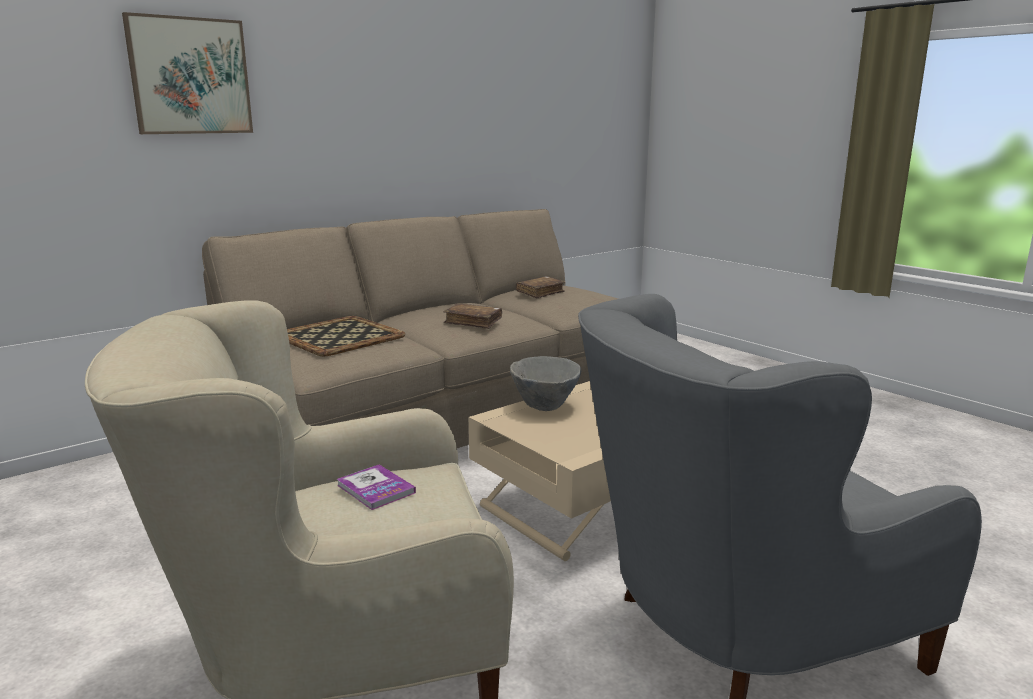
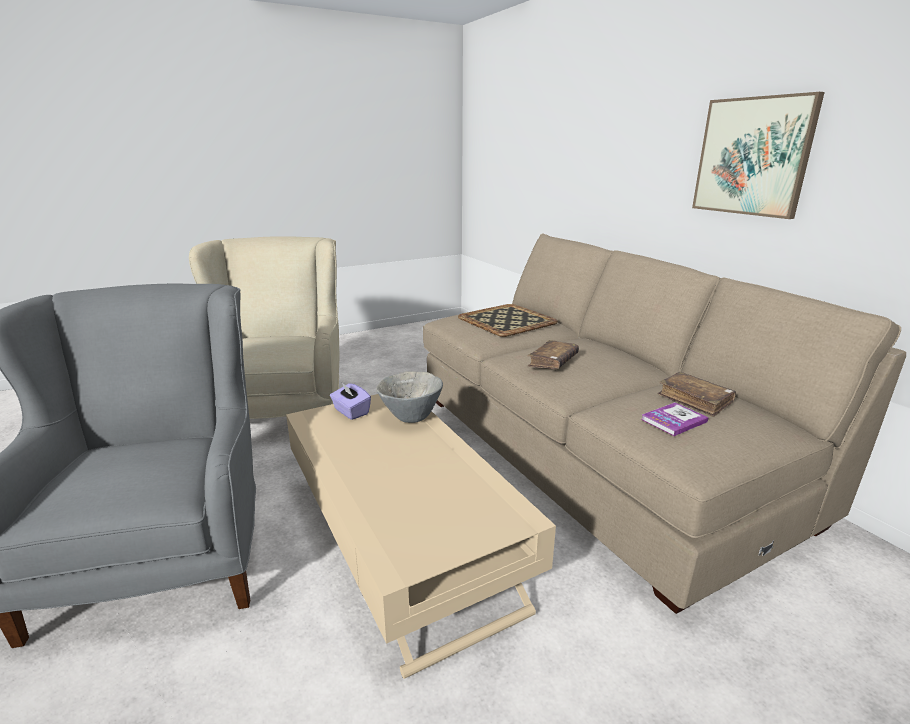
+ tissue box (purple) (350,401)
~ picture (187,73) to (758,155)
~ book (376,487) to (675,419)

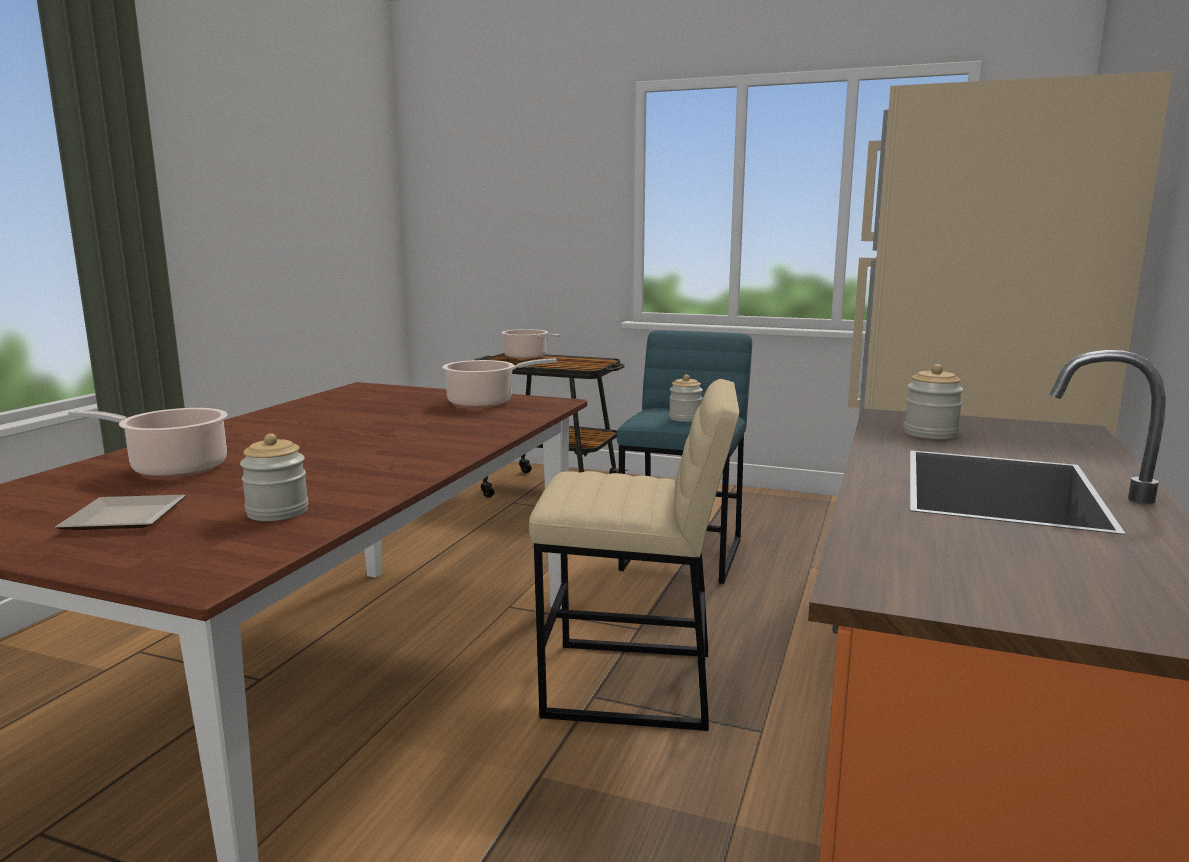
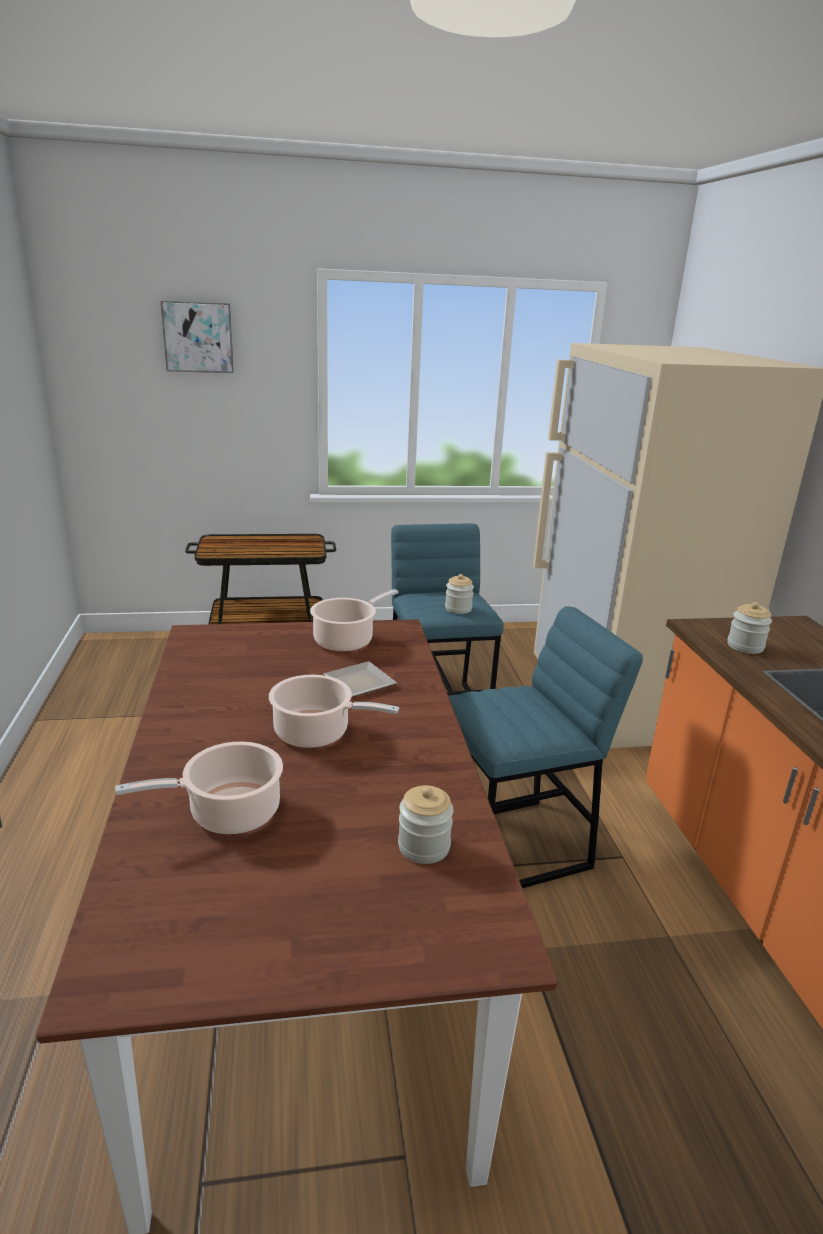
+ picture (197,337)
~ plate (121,512) to (360,679)
~ cooking pot (531,344) to (334,711)
~ stool (beige) (634,555) to stool (blue) (546,747)

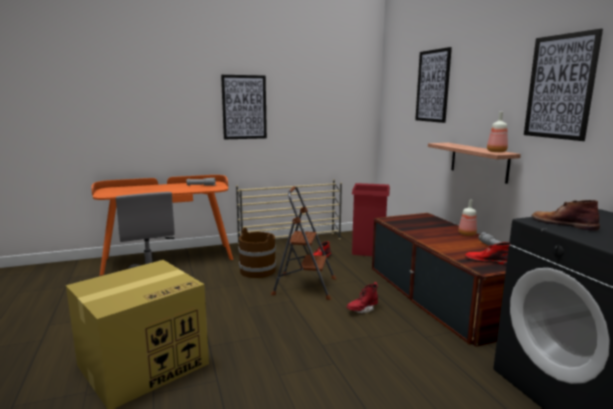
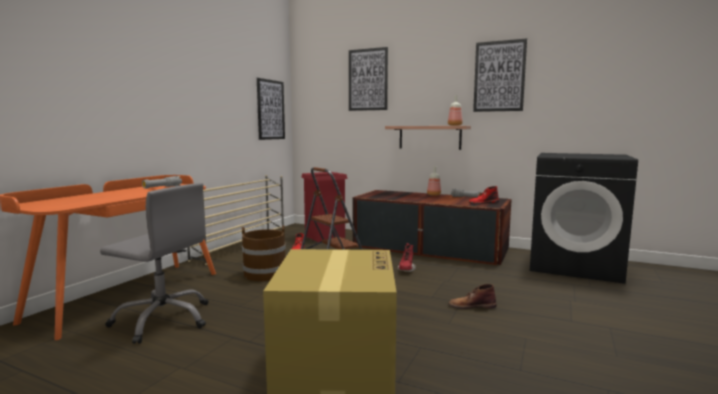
~ picture (244,107) to (271,109)
~ boot (brown) (566,215) to (472,296)

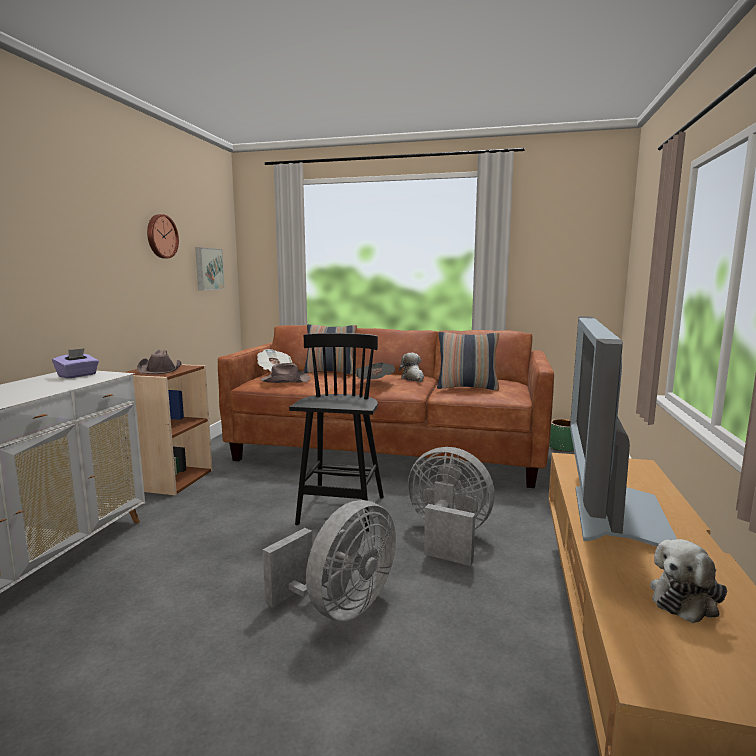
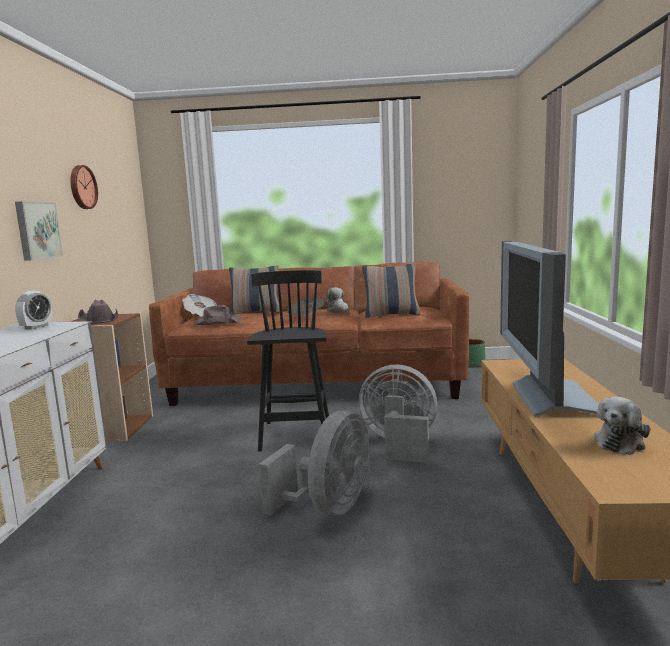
~ picture (210,268) to (39,231)
~ tissue box (purple) (75,363) to alarm clock (33,310)

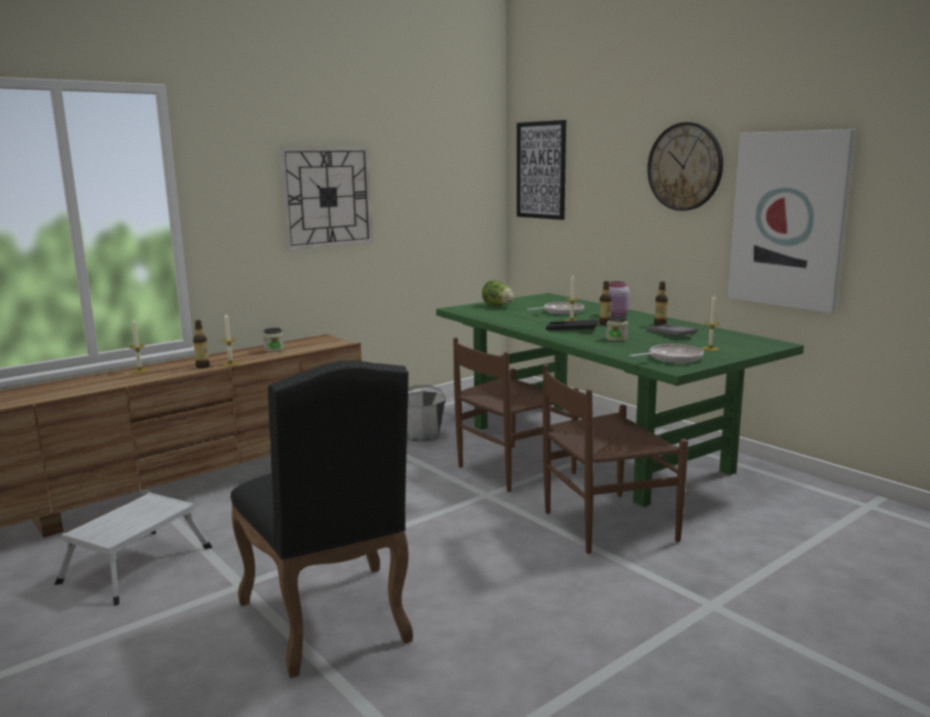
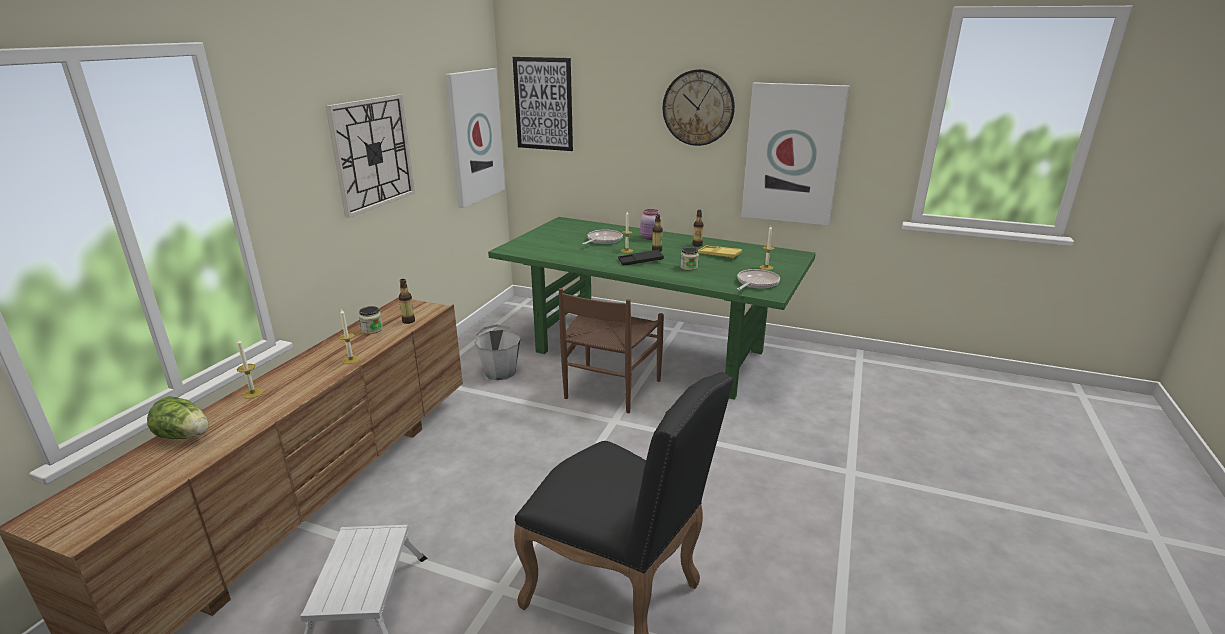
- chair (brown) (615,459)
+ picture (475,138)
~ bottle (201,344) to (407,301)
~ lettuce (498,293) to (178,417)
~ tray (grey) (672,330) to tray (yellow) (719,251)

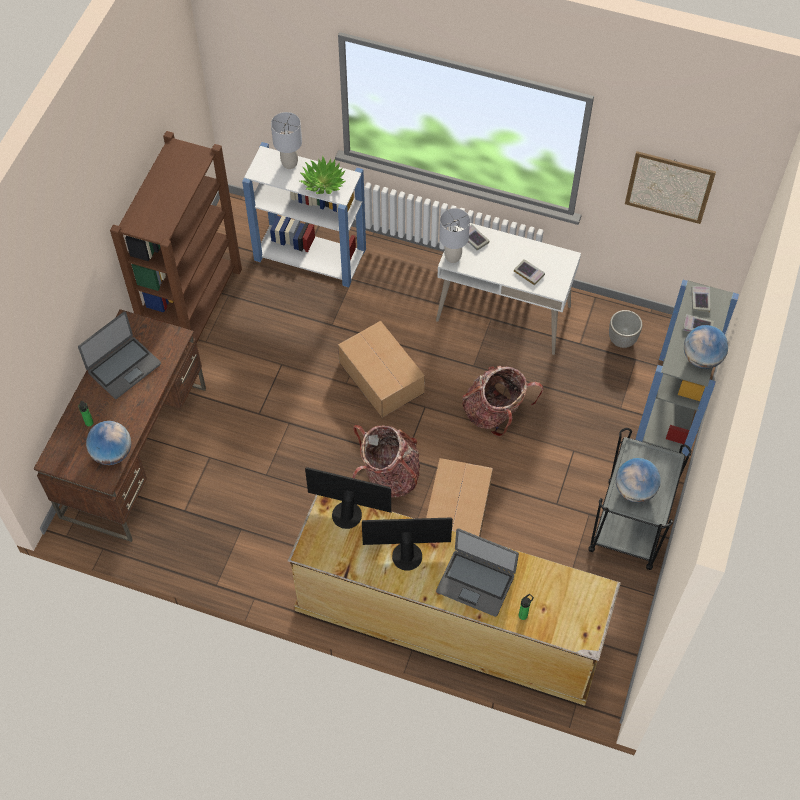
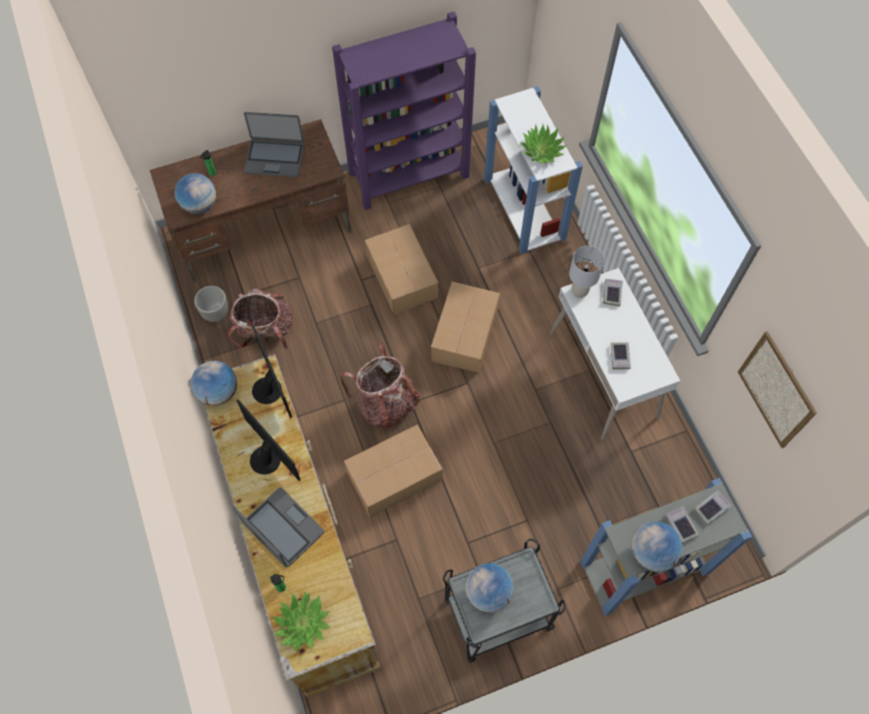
- table lamp (grey) (286,140)
+ globe (214,383)
+ potted plant (301,622)
+ cardboard box (401,269)
~ backpack (502,401) to (260,318)
~ planter (625,329) to (211,304)
~ bookcase (brown) (176,237) to bookcase (purple) (404,111)
~ laptop (477,572) = (278,527) 150 degrees clockwise

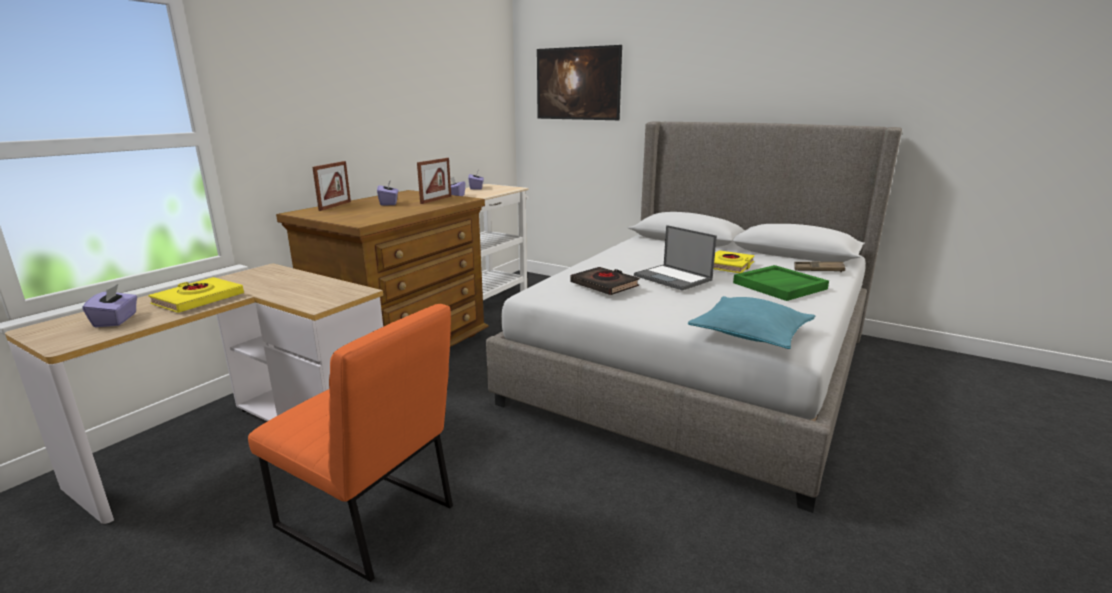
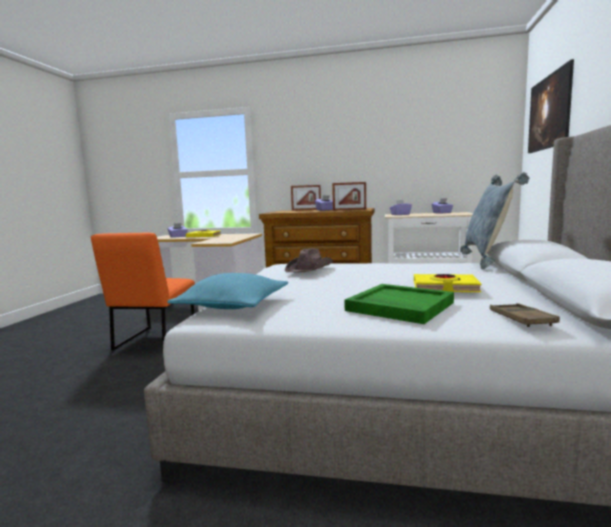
- laptop (675,258)
+ pillow (495,221)
~ book (black) (604,281) to hat (brown) (308,260)

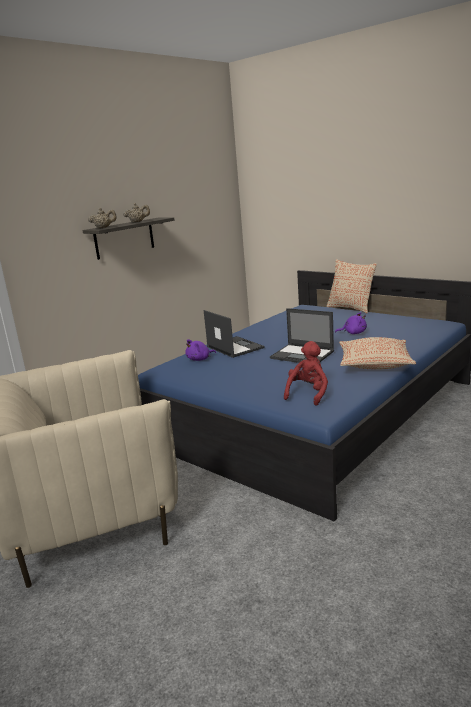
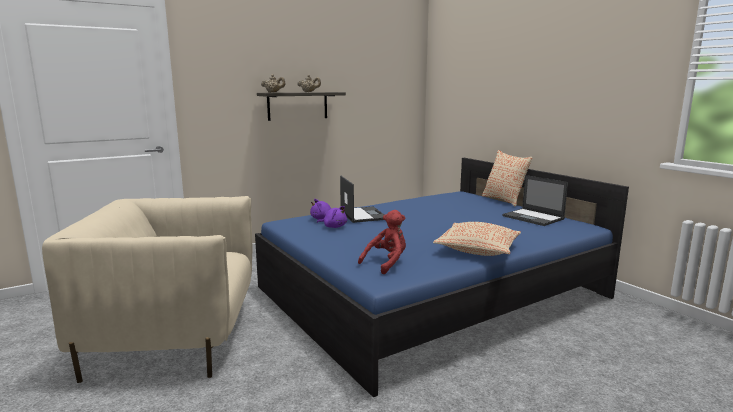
~ laptop (302,335) to (535,200)
~ plush toy (purple) (351,323) to (332,217)

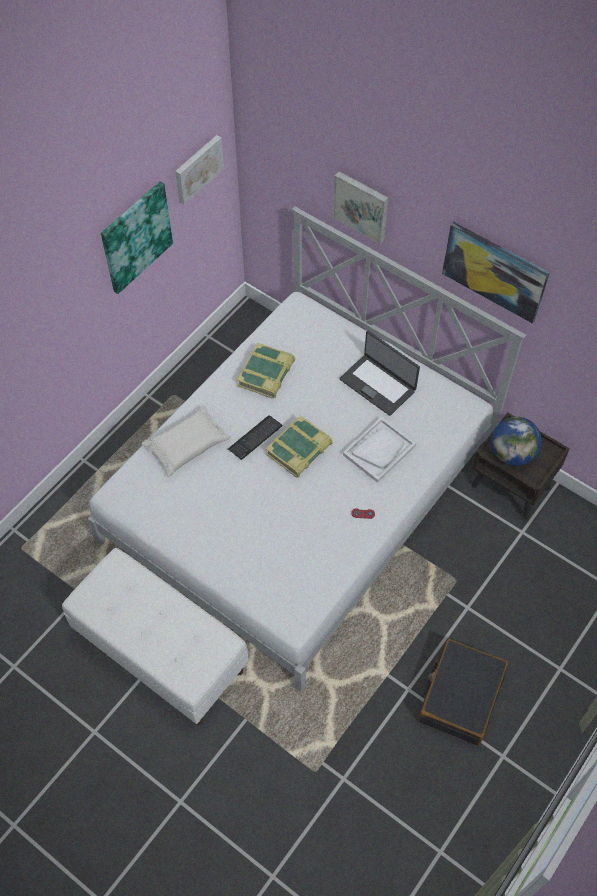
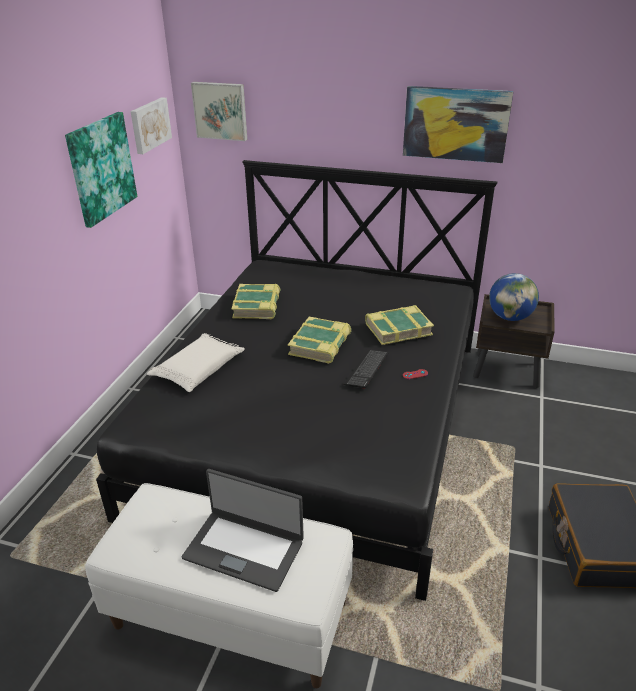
~ keyboard (255,437) to (366,369)
~ picture (361,207) to (219,111)
~ laptop (379,373) to (243,530)
~ tray (white) (379,450) to book (399,325)
~ bed (white) (307,449) to bed (black) (296,380)

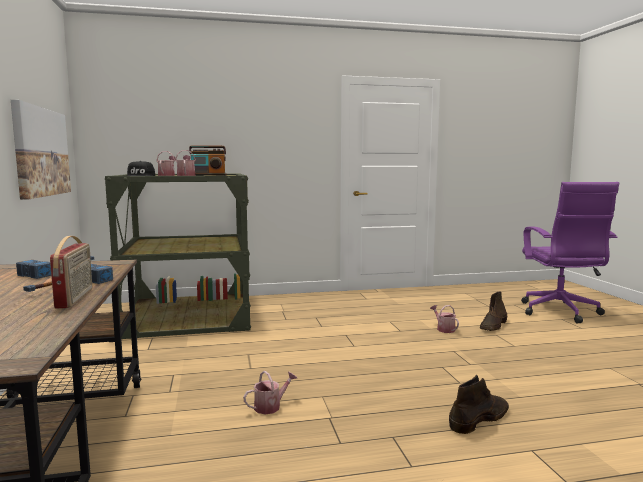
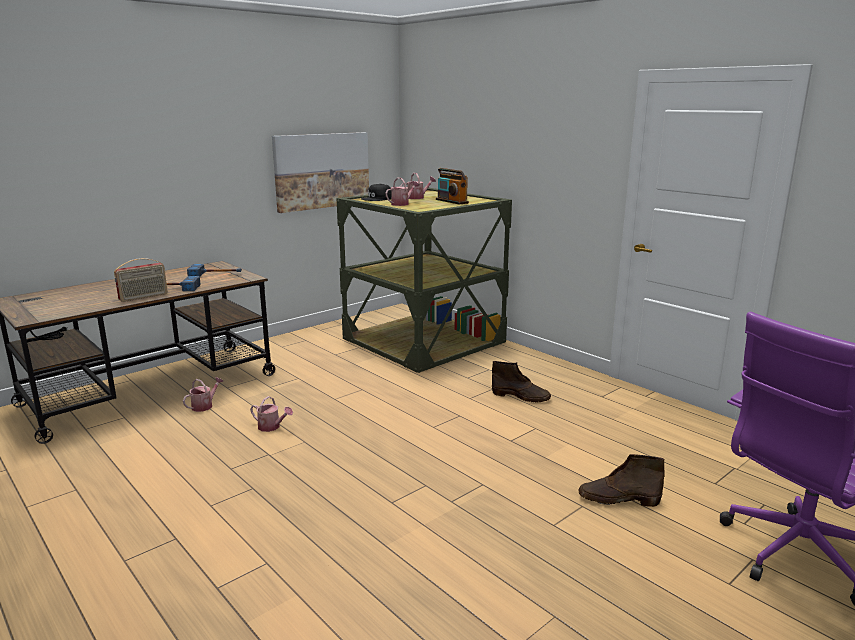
~ watering can (444,319) to (203,394)
~ boot (brown) (479,404) to (521,381)

